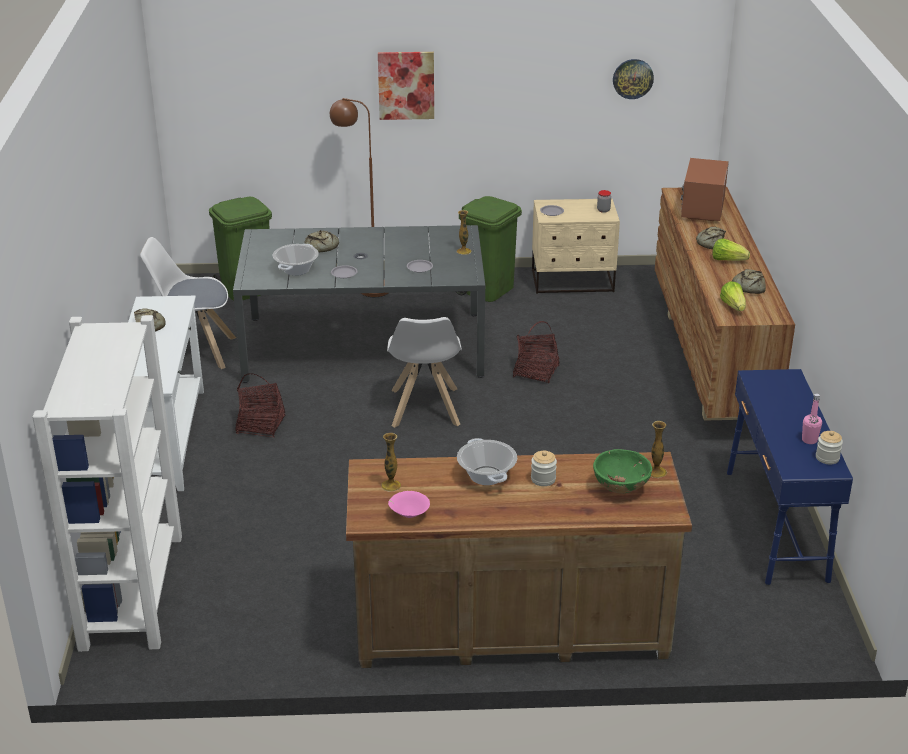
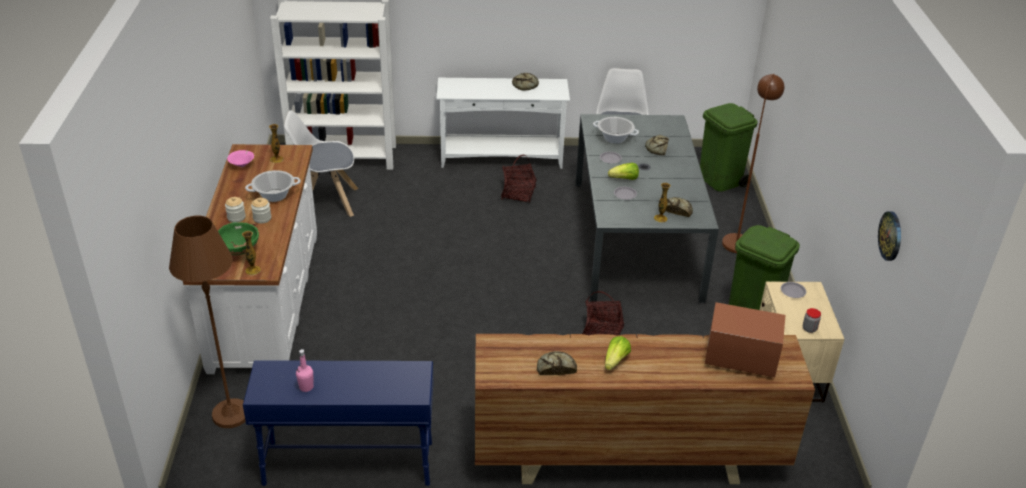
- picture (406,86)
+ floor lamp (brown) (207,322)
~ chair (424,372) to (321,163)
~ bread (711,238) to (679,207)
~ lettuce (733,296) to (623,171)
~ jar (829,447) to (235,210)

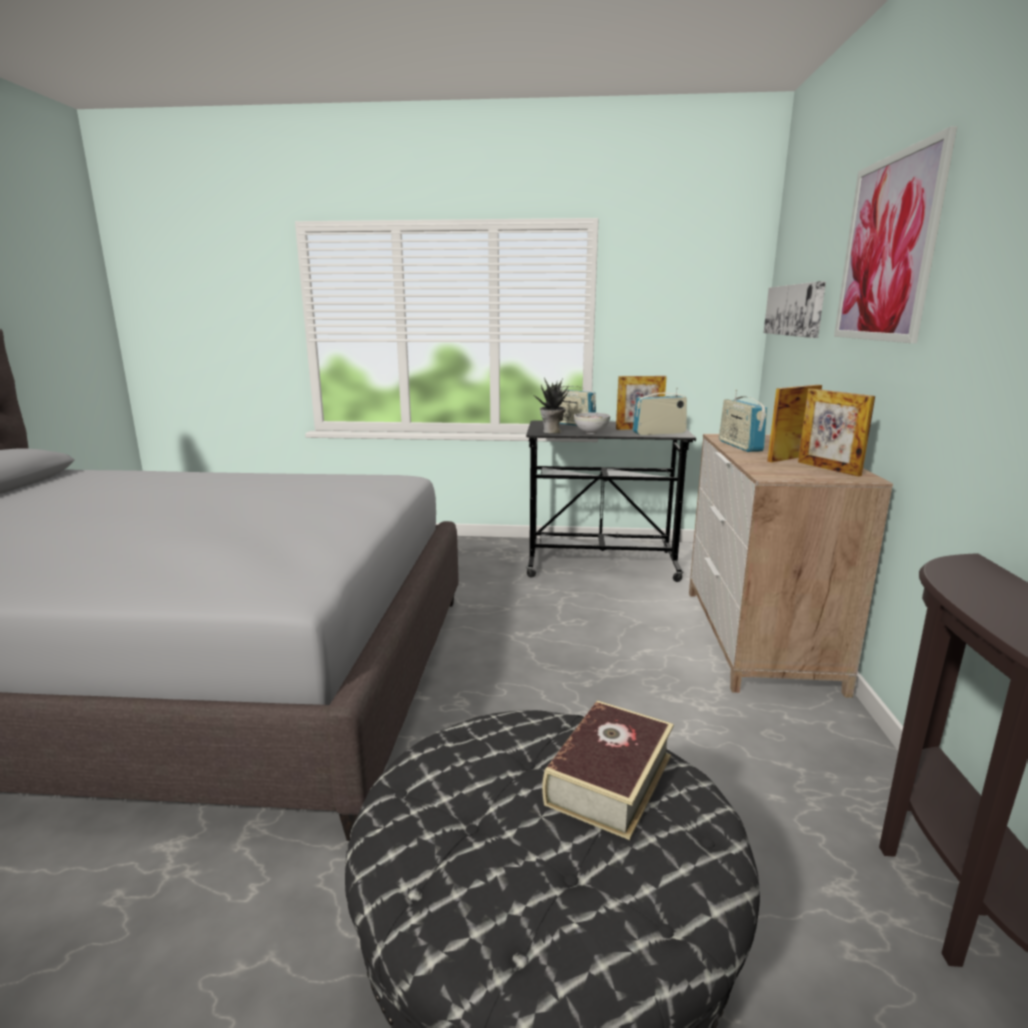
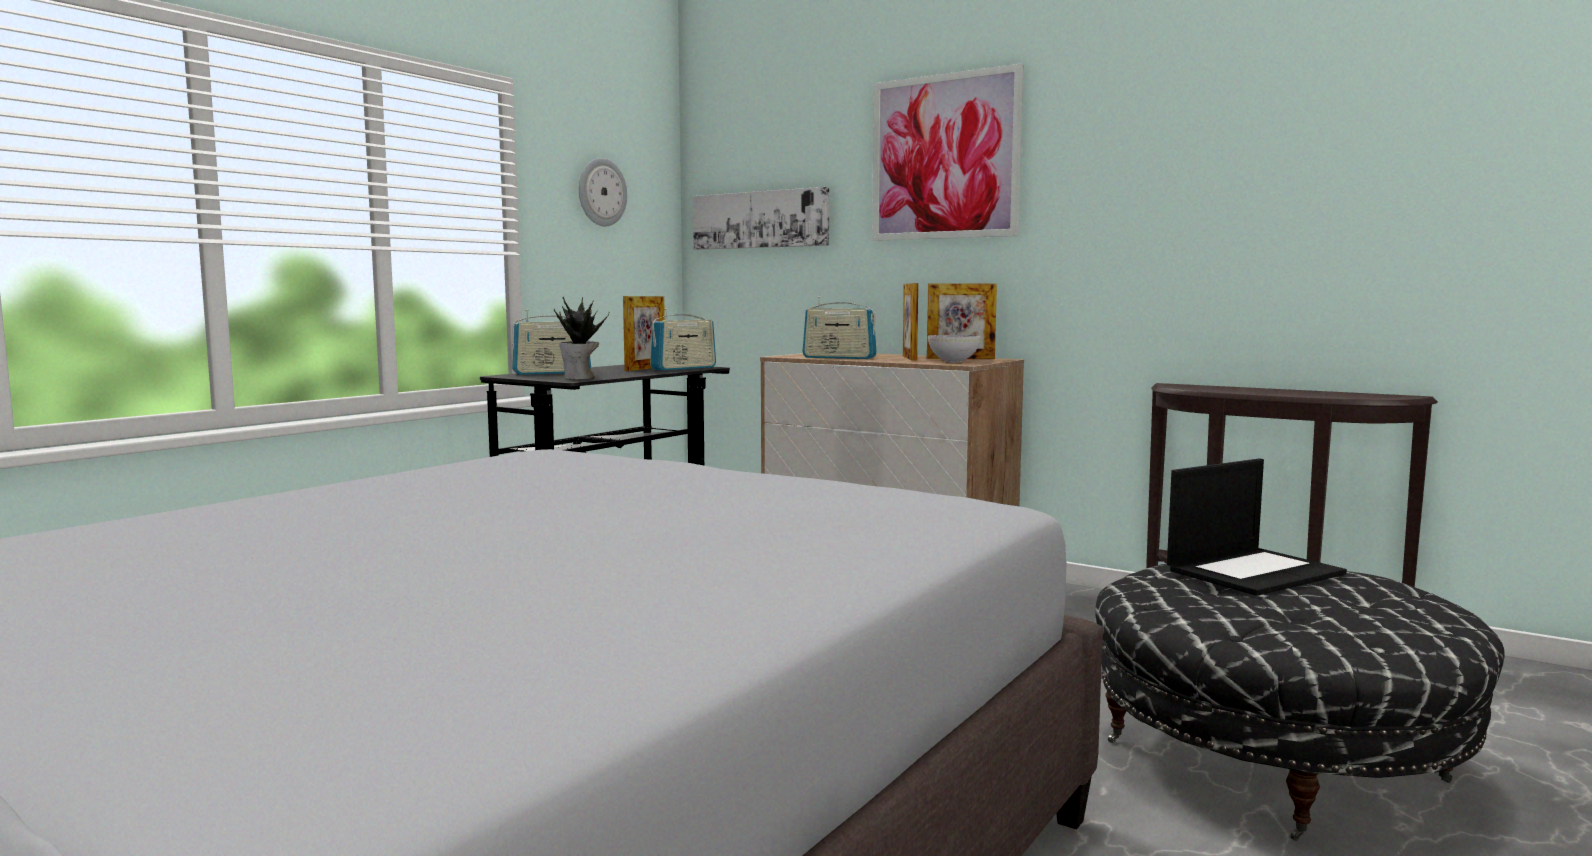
+ wall clock (603,192)
~ bowl (592,423) to (954,349)
~ book (608,770) to laptop (1257,527)
~ radio (660,411) = (683,339) 150 degrees counterclockwise

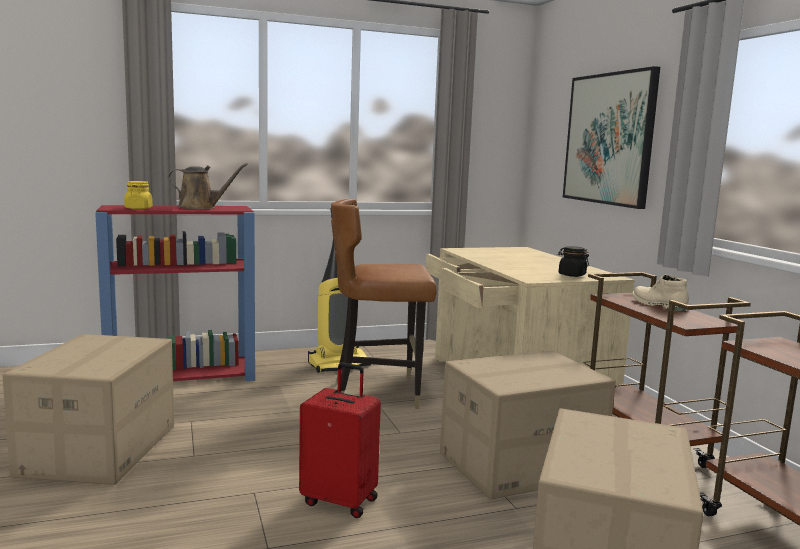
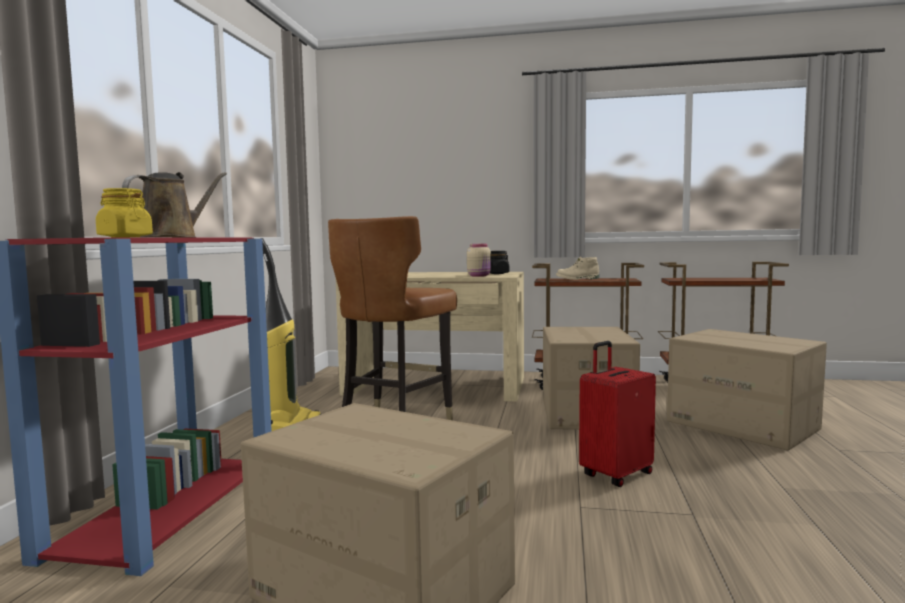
- picture (611,137)
+ jar (beige) (479,260)

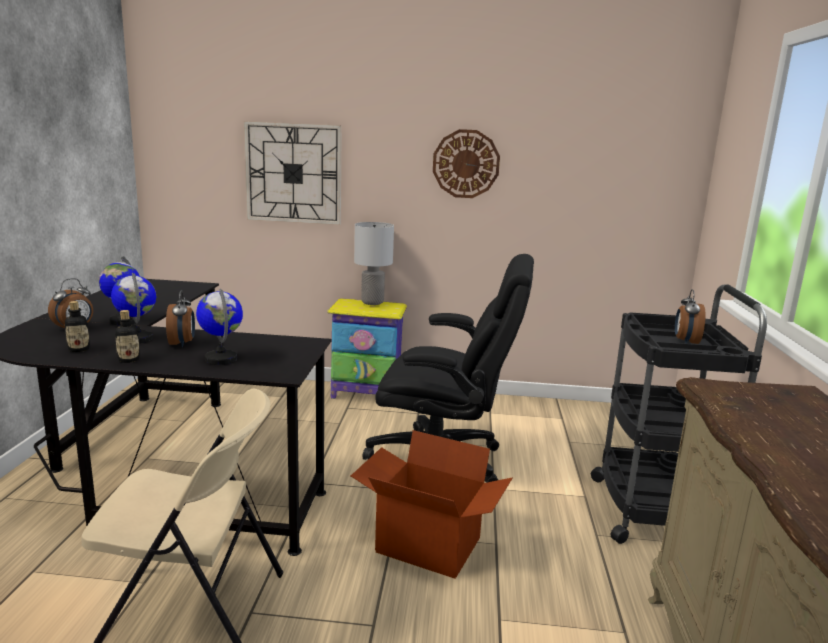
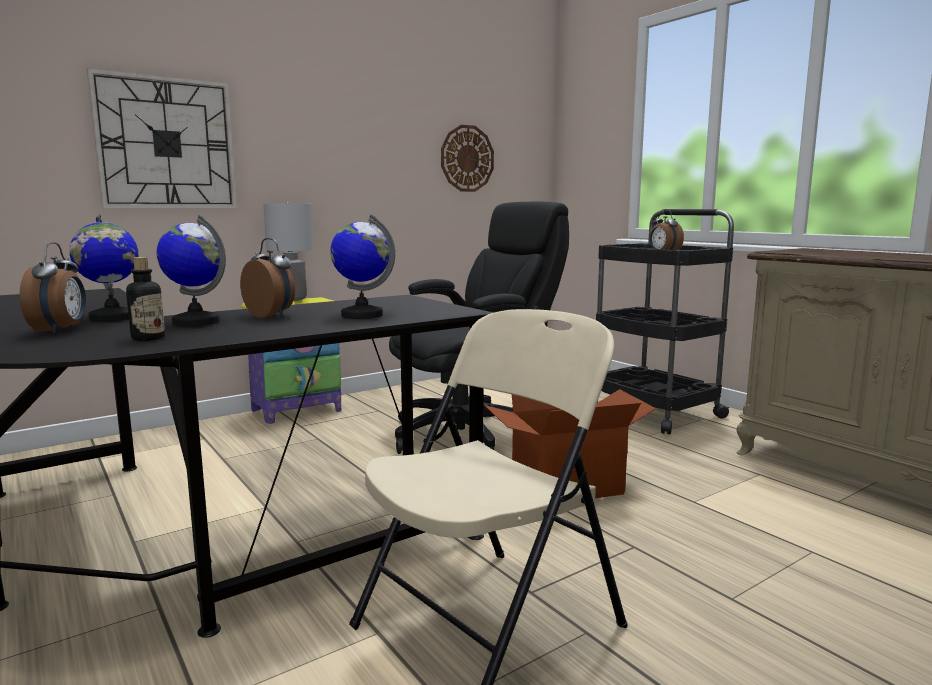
- bottle (127,336)
~ wall clock (466,163) to (467,158)

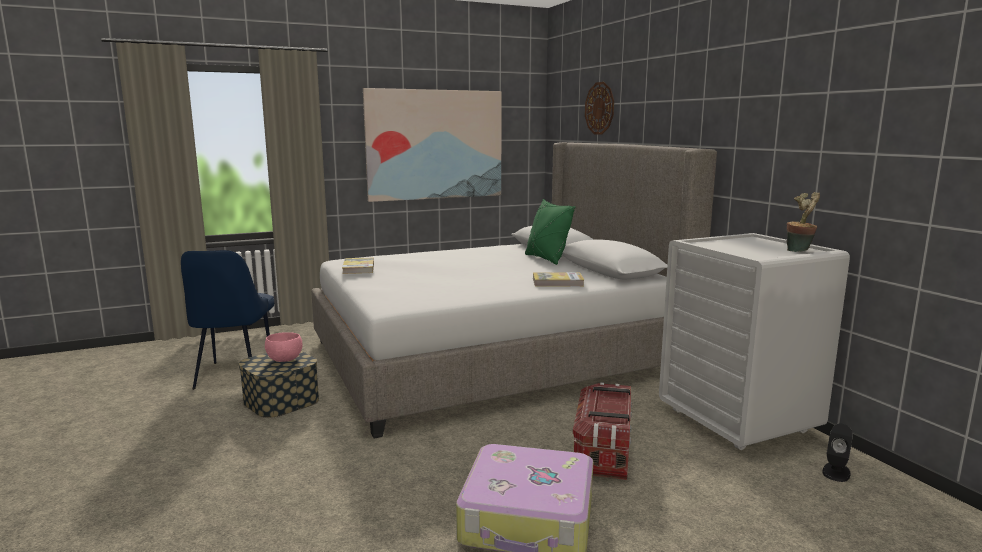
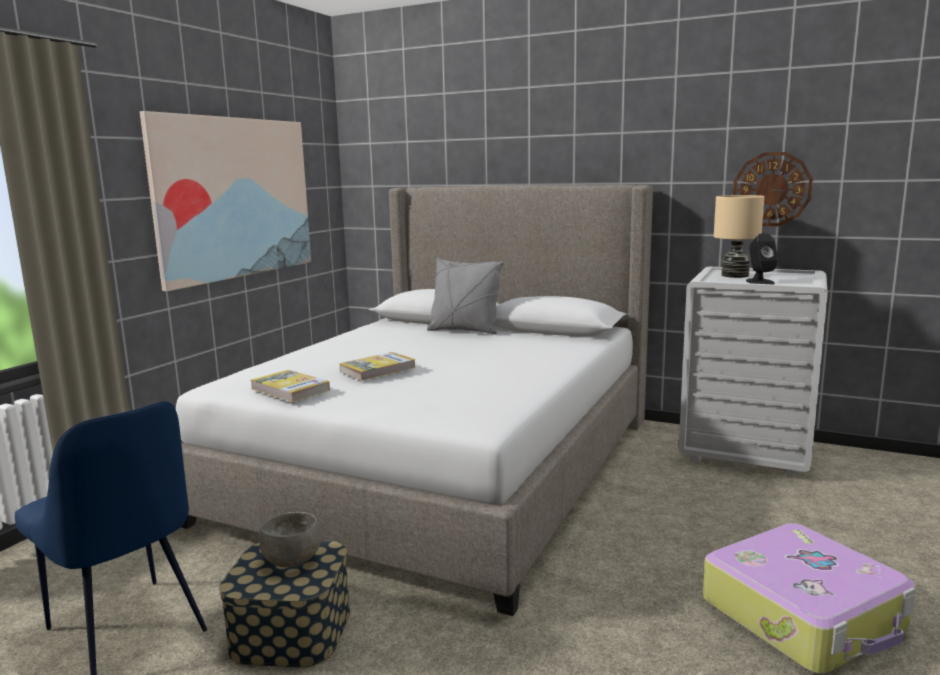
- storage box (602,431)
- potted plant (803,222)
+ table lamp (beige) (739,236)
~ book (558,279) to (378,366)
~ wall clock (599,108) to (773,189)
~ speaker (black) (838,453) to (762,258)
~ bowl (pink) (283,347) to bowl (grey) (290,540)
~ pillow (green) (550,232) to pillow (grey) (465,296)

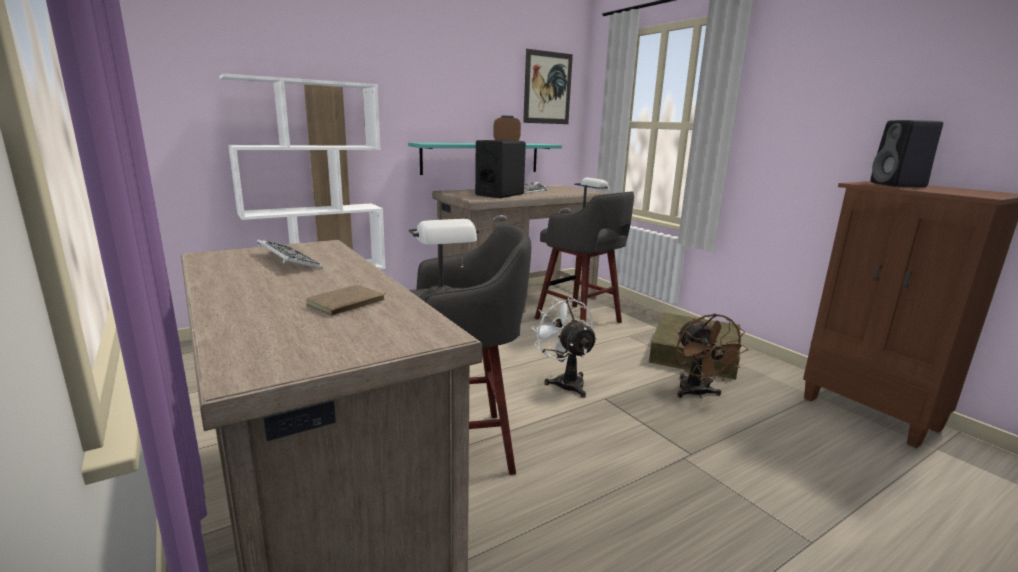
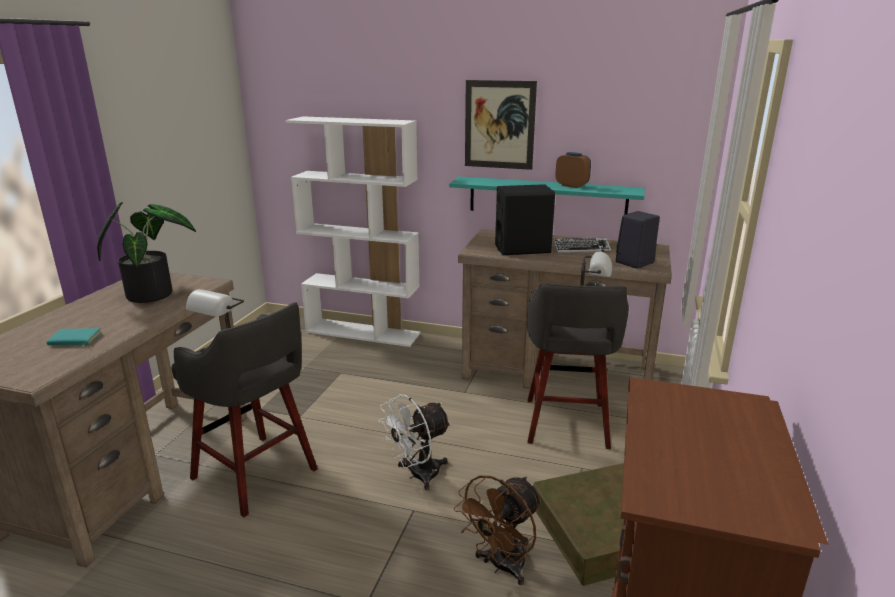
~ picture (548,86) to (501,125)
~ speaker (black) (906,153) to (638,240)
~ keyboard (290,254) to potted plant (146,252)
~ book (brown) (349,300) to book (turquoise) (74,337)
~ fan (white) (564,347) = (415,442) 150 degrees counterclockwise

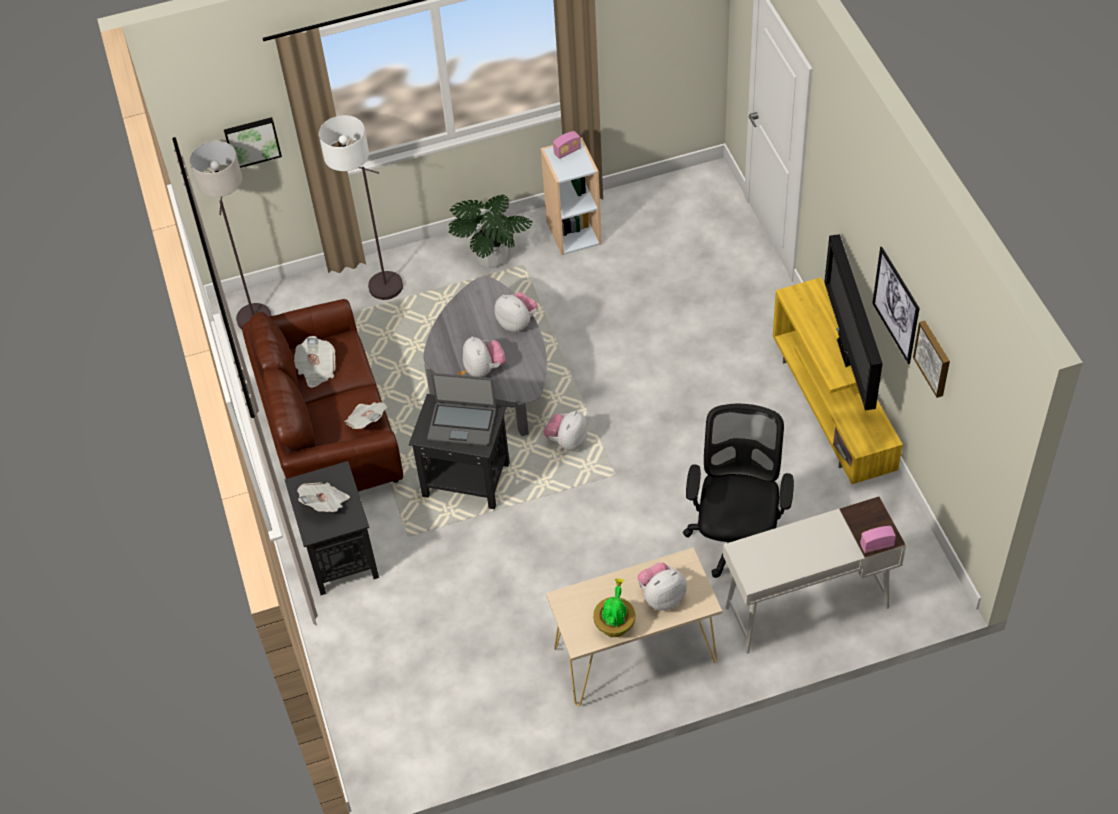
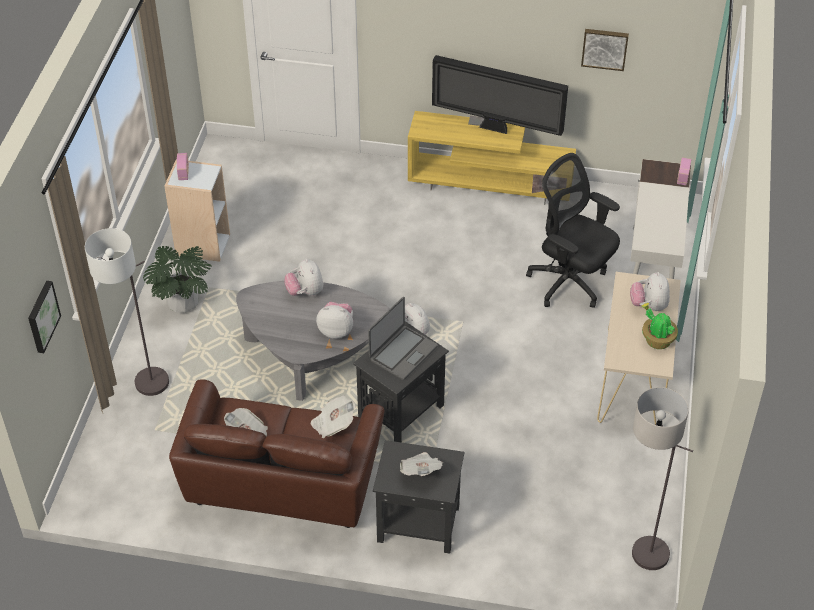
- picture (896,305)
~ floor lamp (grey) (231,235) to (662,478)
~ plush toy (516,312) = (303,277) 90 degrees counterclockwise

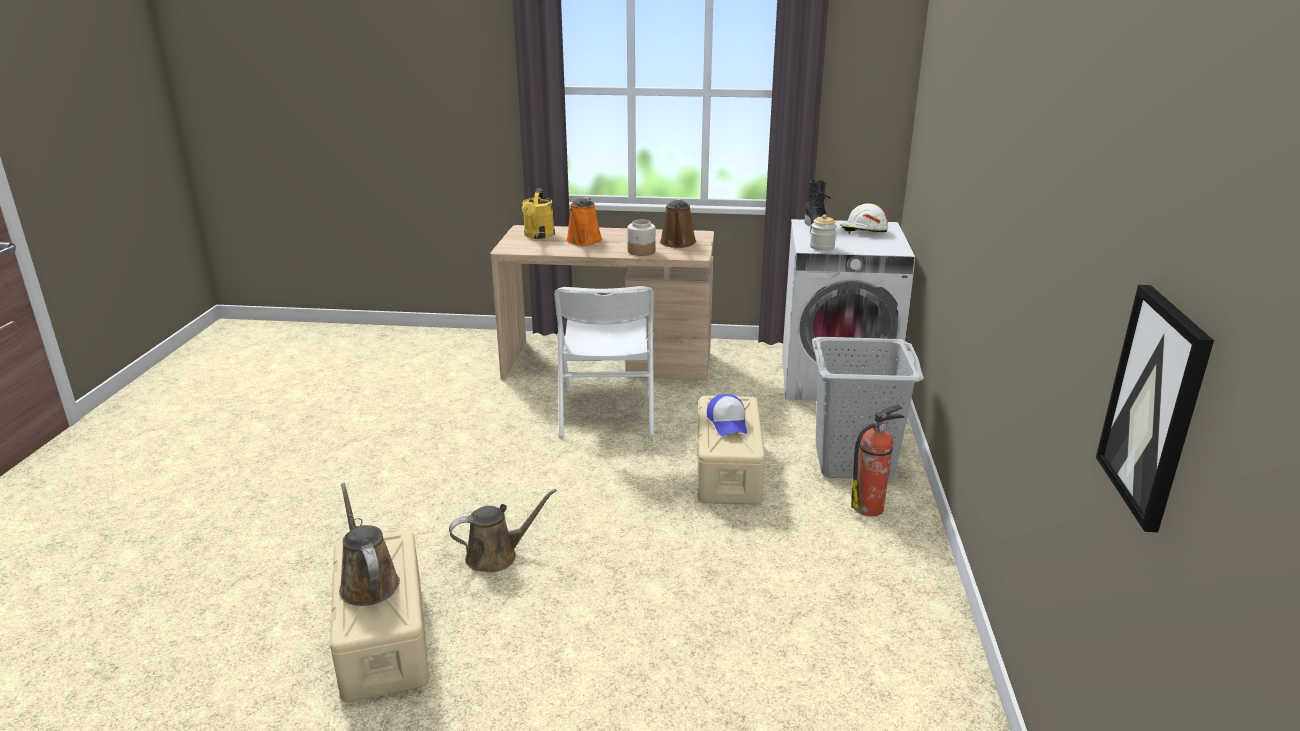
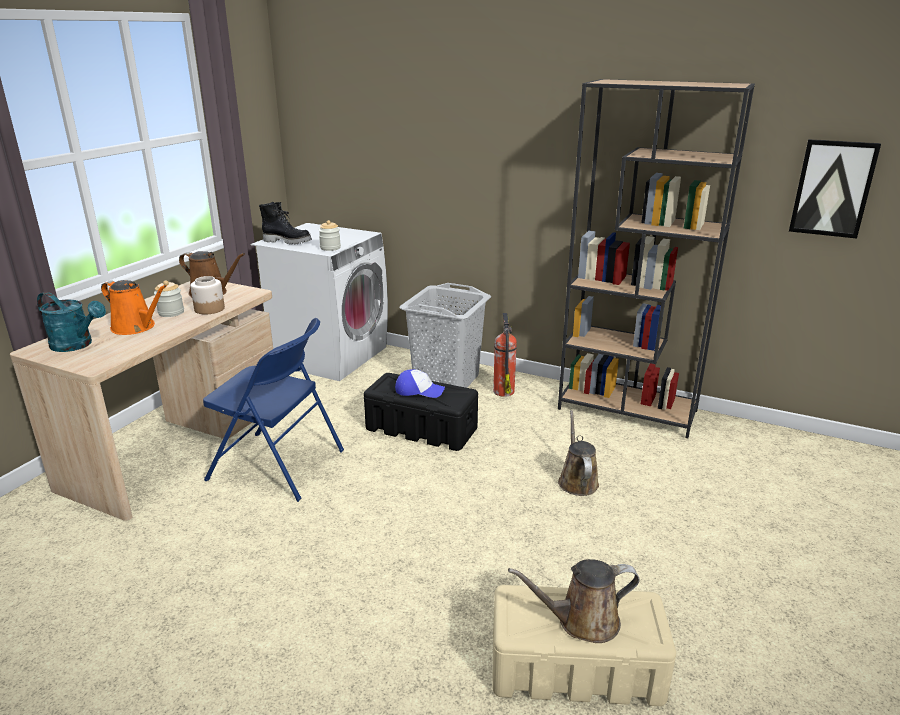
- hard hat (white) (864,219)
+ jar (169,298)
+ bookcase (656,258)
~ watering can (brown) (503,530) to (578,453)
~ watering can (yellow) (538,214) to watering can (turquoise) (71,322)
~ chair (white) (604,362) to chair (blue) (273,410)
~ storage box (beige) (731,450) to storage box (black) (421,412)

